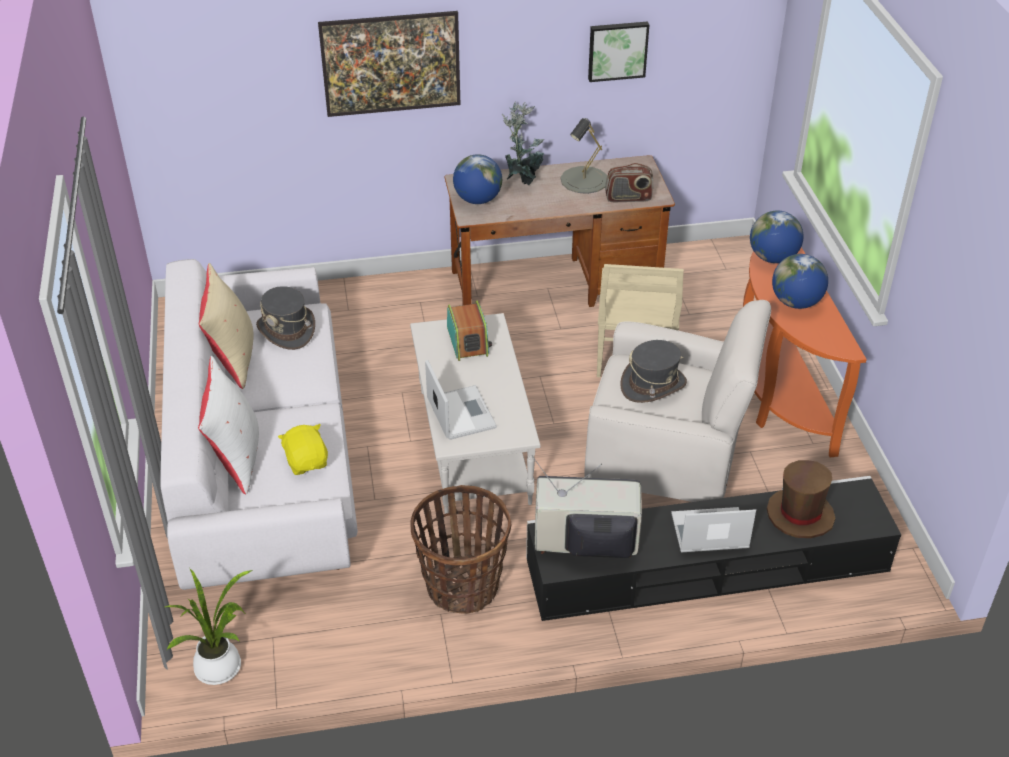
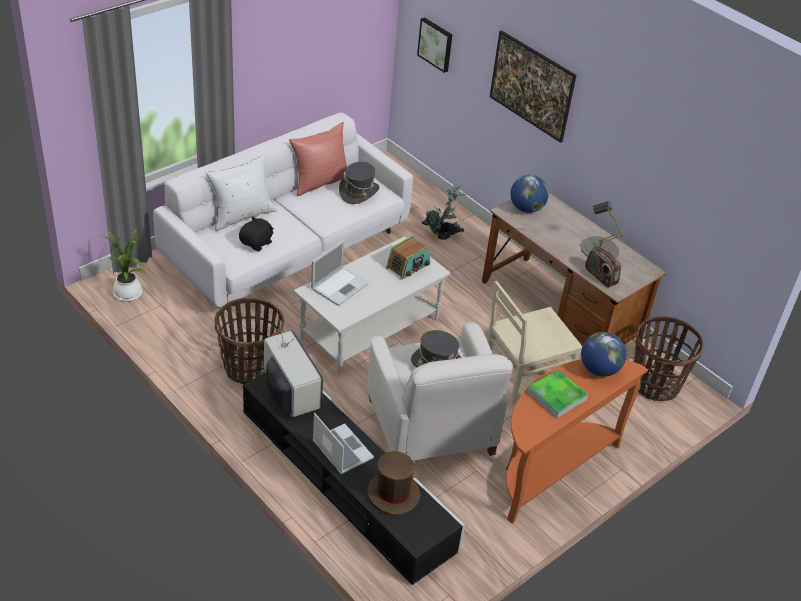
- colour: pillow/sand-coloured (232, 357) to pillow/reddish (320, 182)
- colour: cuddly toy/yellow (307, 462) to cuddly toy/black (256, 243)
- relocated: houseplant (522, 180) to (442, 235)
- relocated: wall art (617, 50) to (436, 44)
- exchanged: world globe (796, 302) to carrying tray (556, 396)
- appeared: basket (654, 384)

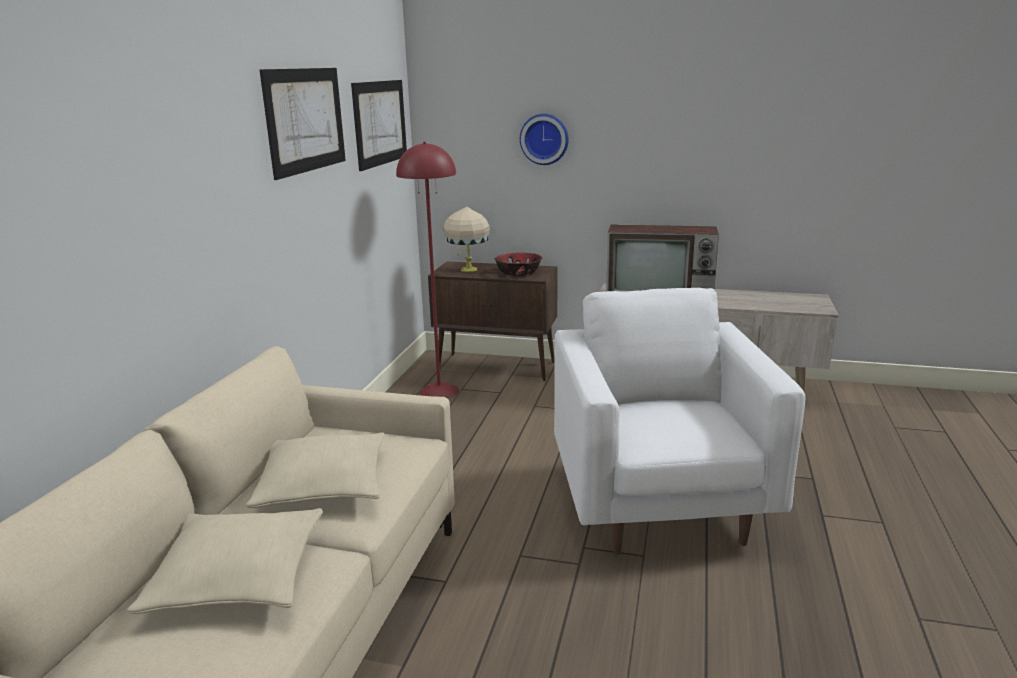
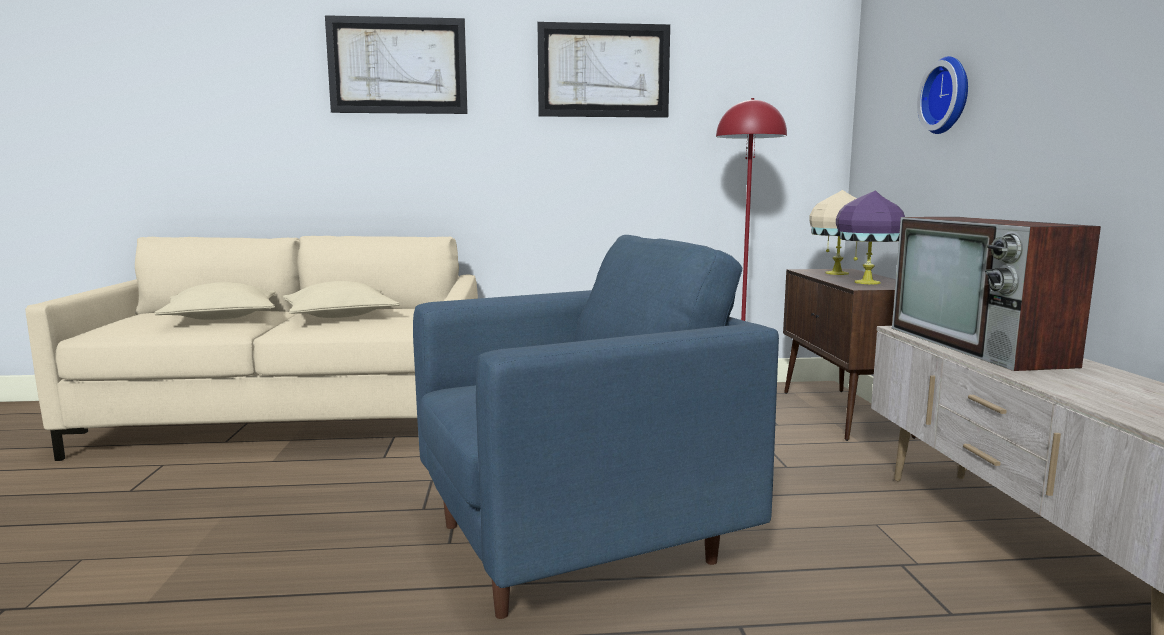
- relocated: wall art (380, 123) to (397, 66)
- exchanged: deep dish (518, 272) to lamp for a table/purple (865, 282)
- colour: easy chair/whitish (660, 504) to easy chair/blue (575, 544)

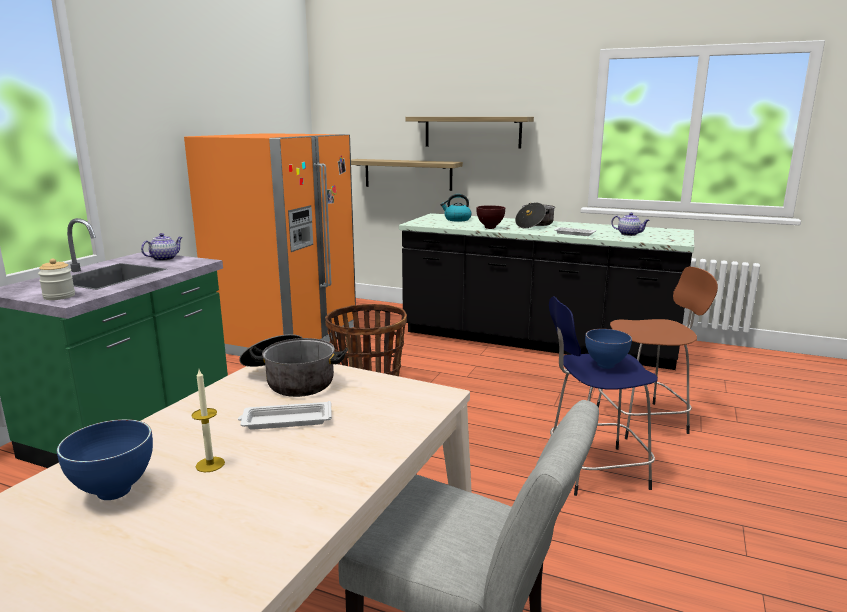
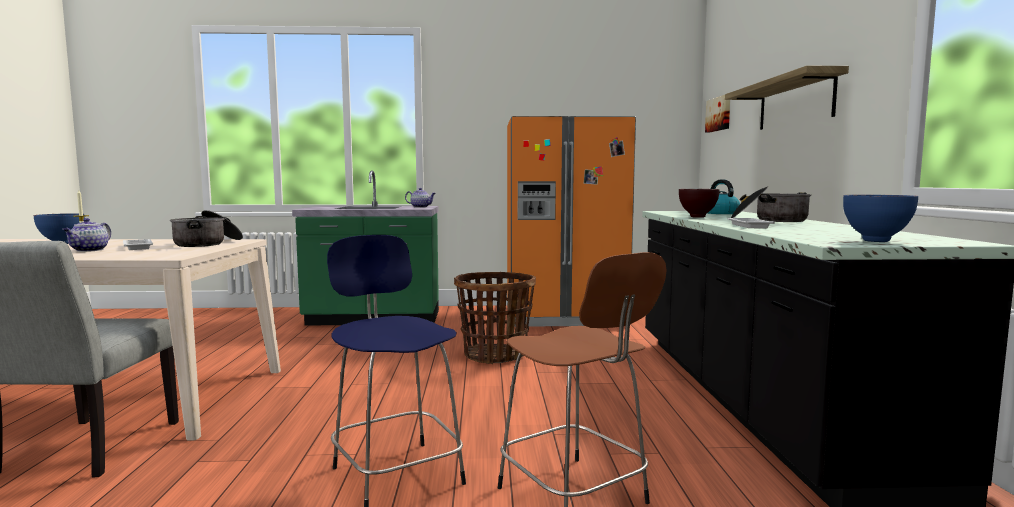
- missing: jar (59, 296)
- missing: bracket shelf (408, 174)
- relocated: deep dish/blue (605, 365) to (877, 241)
- relocated: pot for tea (629, 234) to (89, 250)
- appeared: wall art (719, 114)

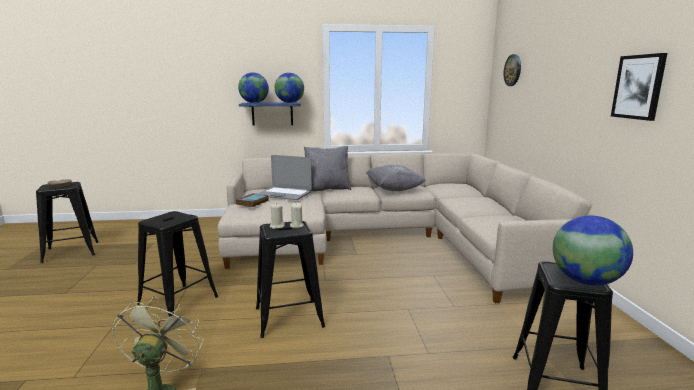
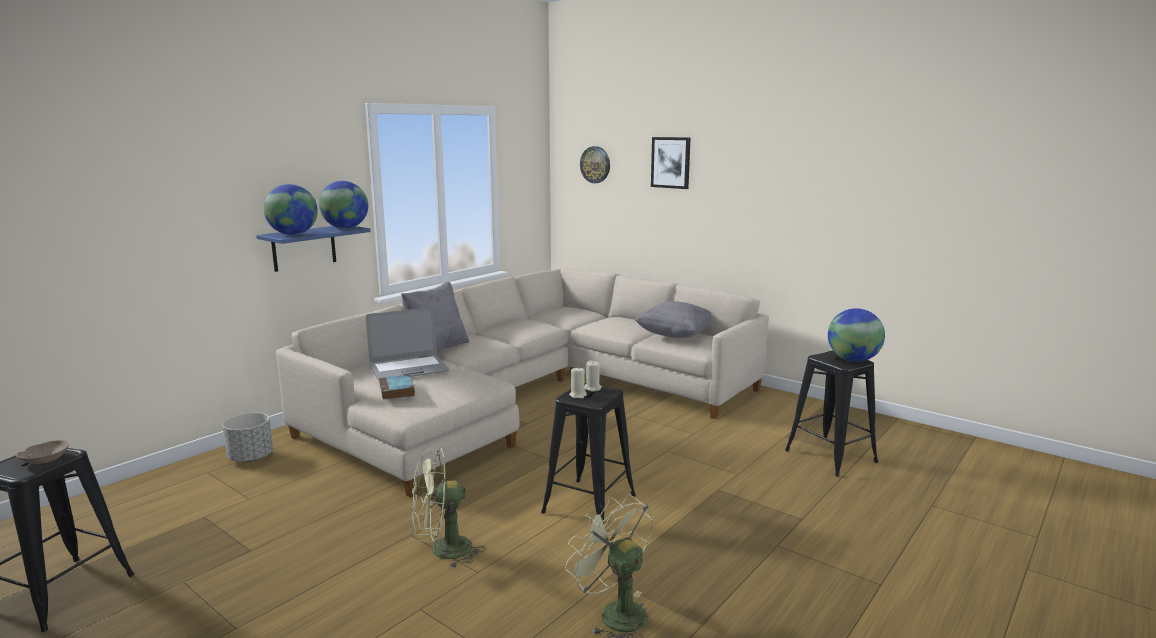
- exchanged: stool/black (179, 302) to cooling fan/green-coloured (442, 551)
- relocated: pillow/gray (394, 189) to (675, 336)
- relocated: wall art (638, 87) to (671, 162)
- appeared: plant pot/gray (251, 458)

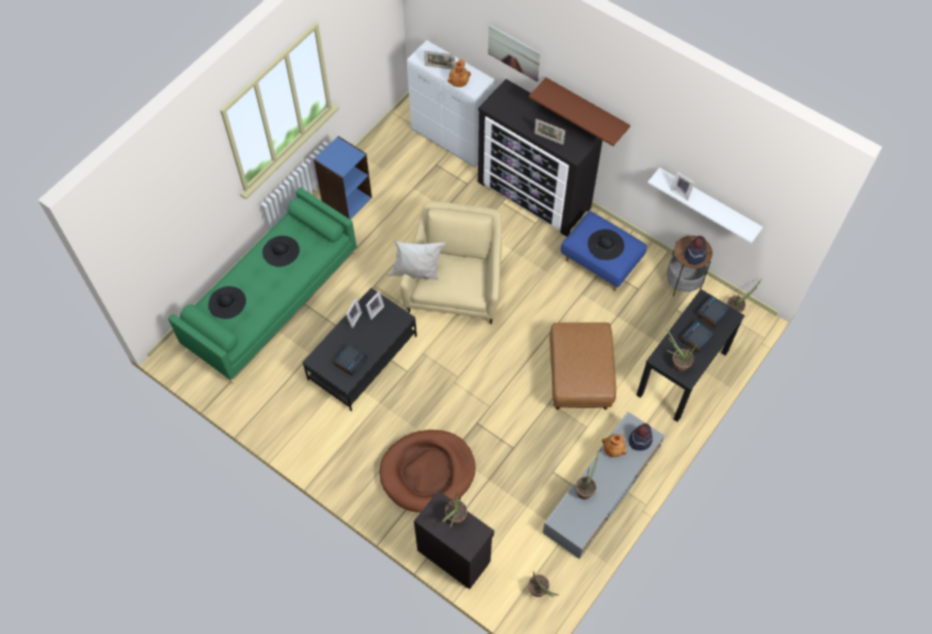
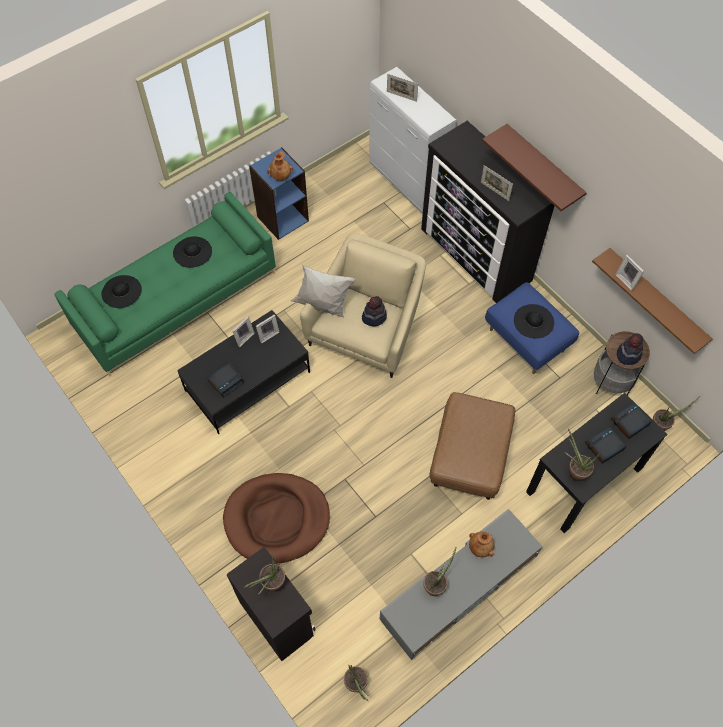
- relocated: decorative vase/brown (458, 82) to (280, 175)
- missing: wall art (514, 52)
- relocated: clothing hat (640, 440) to (374, 317)
- colour: bracket shelf/whitish (708, 203) to bracket shelf/brown (655, 299)

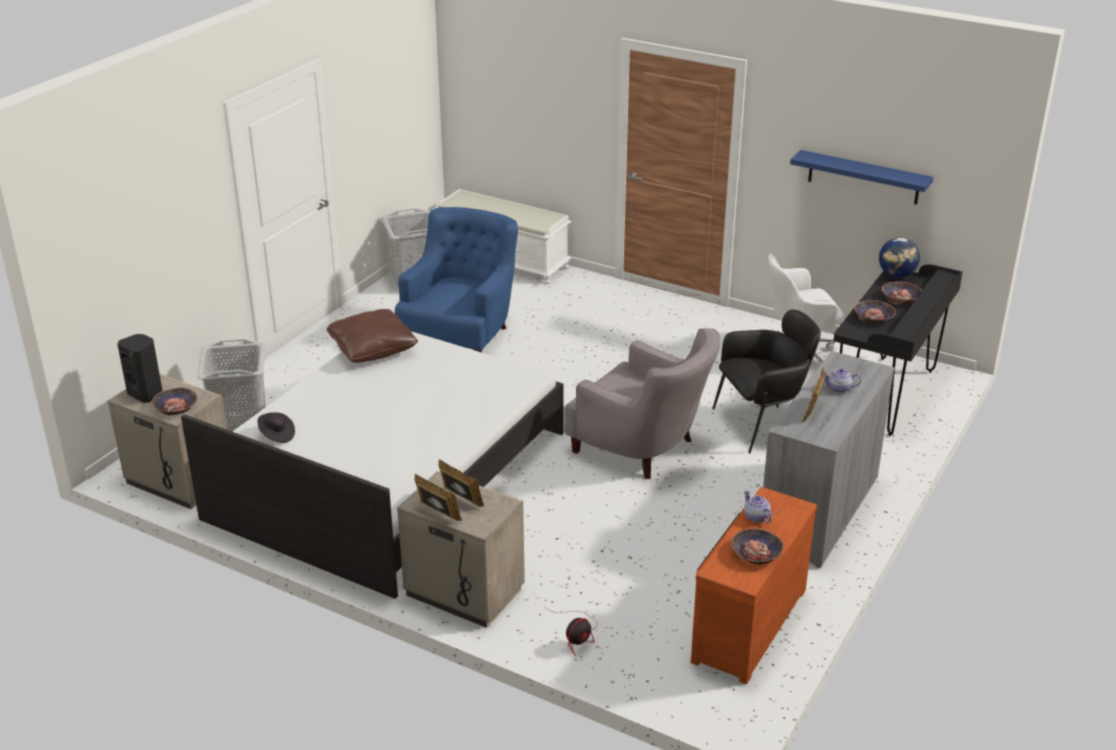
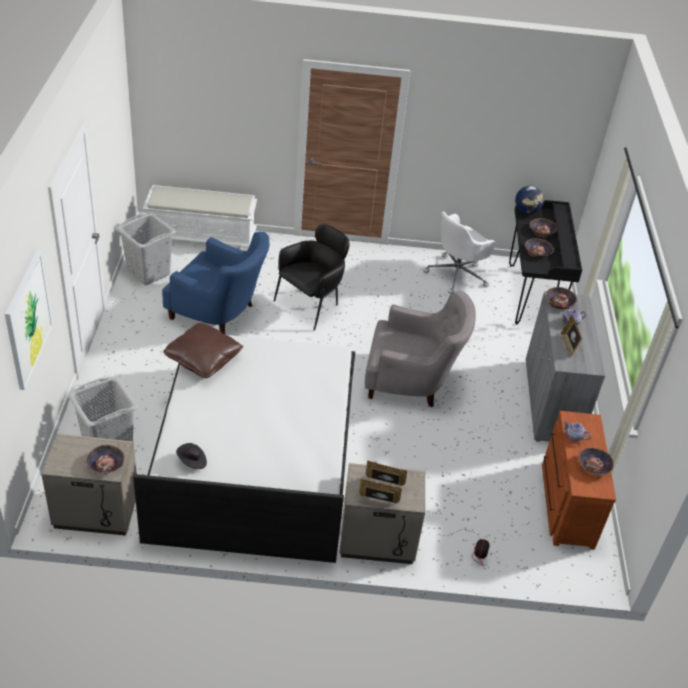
- missing: speaker/black (146, 394)
- spun: easy chair/blue (462, 334) = (218, 313) 120 degrees clockwise
- relocated: easy chair/black (763, 423) to (312, 305)
- missing: bracket shelf/blue (863, 177)
- appeared: wall art (28, 319)
- appeared: deep dish (559, 302)

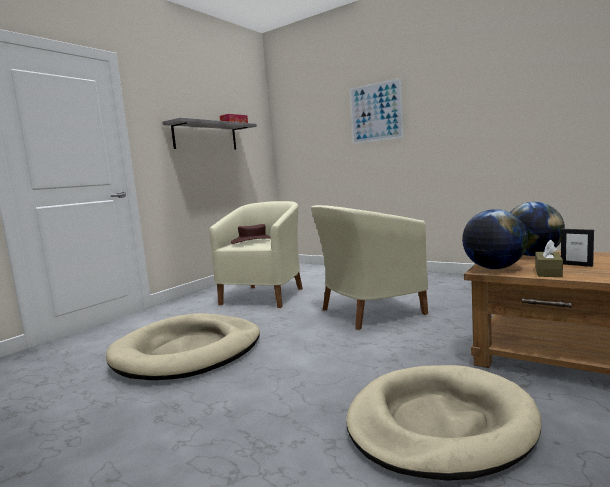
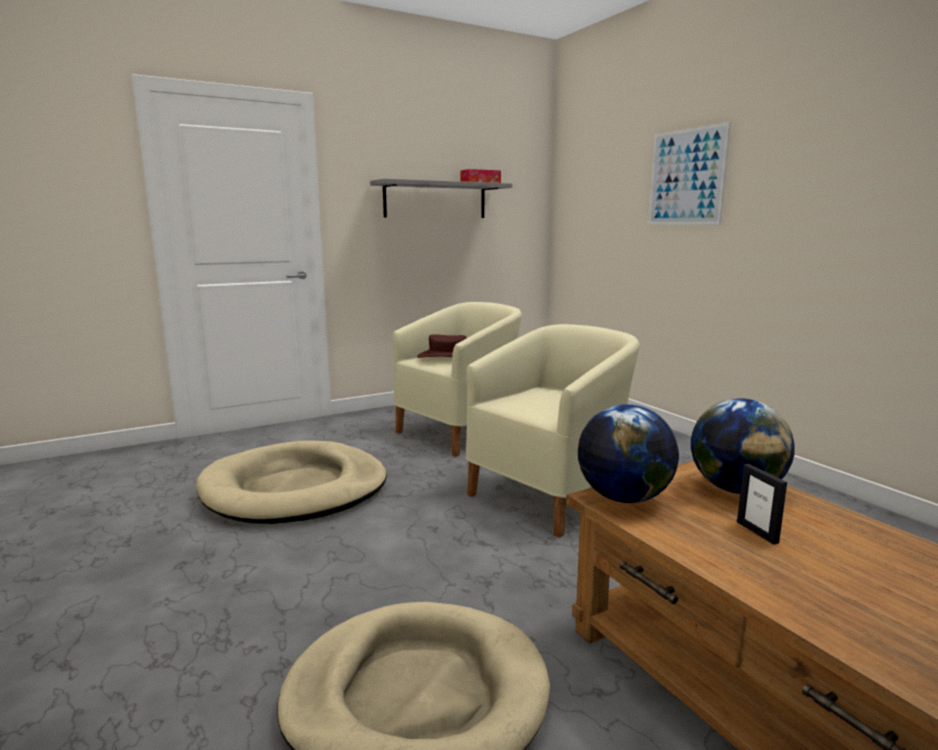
- spun: easy chair/sand-coloured (368, 311) = (551, 495) 135 degrees clockwise
- missing: box of tissues/brown (548, 272)

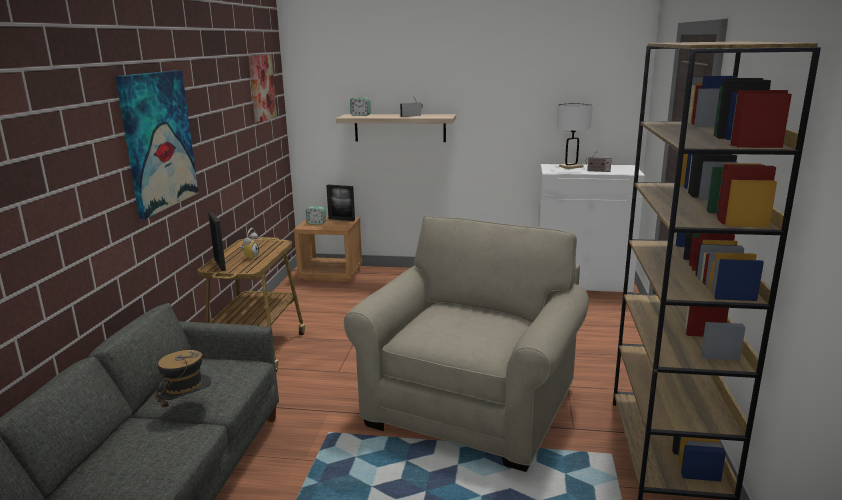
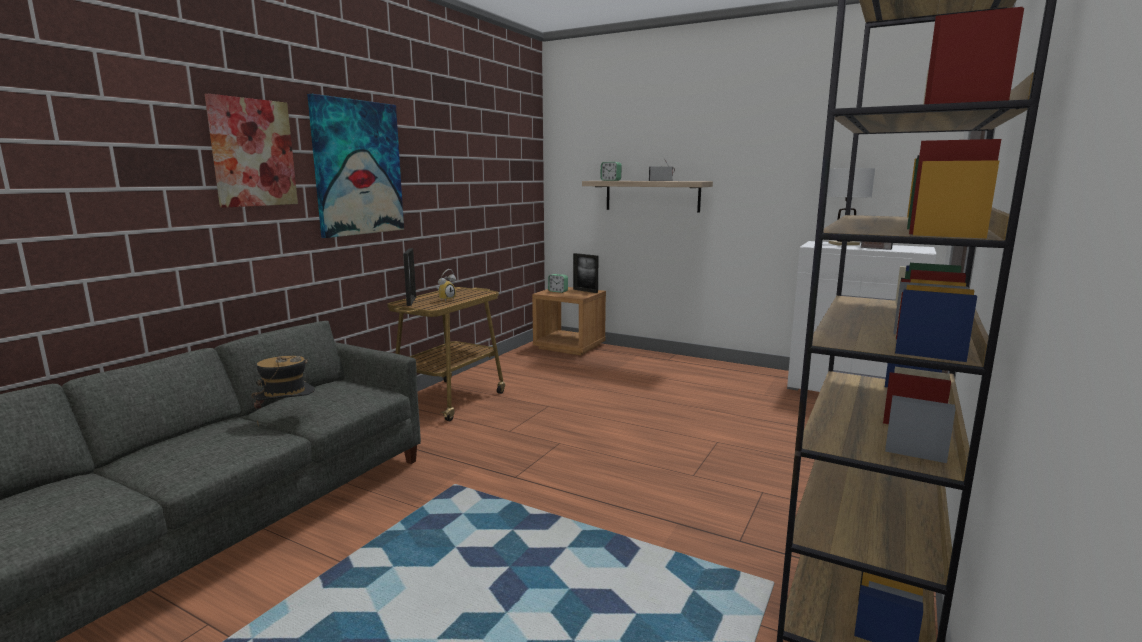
- relocated: wall art (261, 88) to (252, 153)
- missing: easy chair/sand-coloured (472, 407)

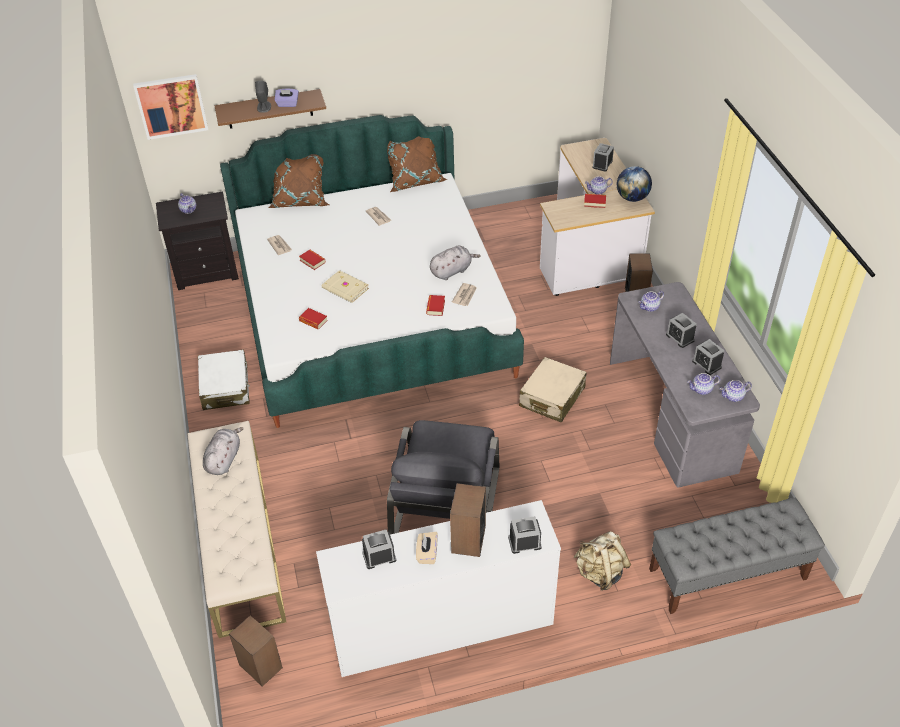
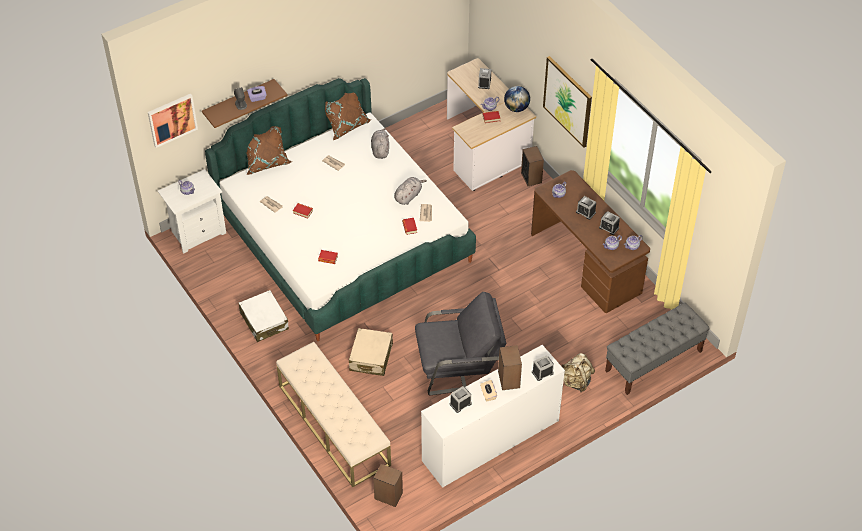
- colour: nightstand/black (207, 271) to nightstand/whitish (197, 232)
- relocated: cuddly toy/gray (224, 459) to (380, 149)
- missing: volume/sand-coloured (345, 289)
- spun: easy chair/gray (445, 505) = (460, 364) 90 degrees counterclockwise
- relocated: travel case/sand-coloured (552, 397) to (371, 357)
- colour: desk unit/gray (672, 414) to desk unit/brown (586, 262)
- appeared: wall art (568, 101)

